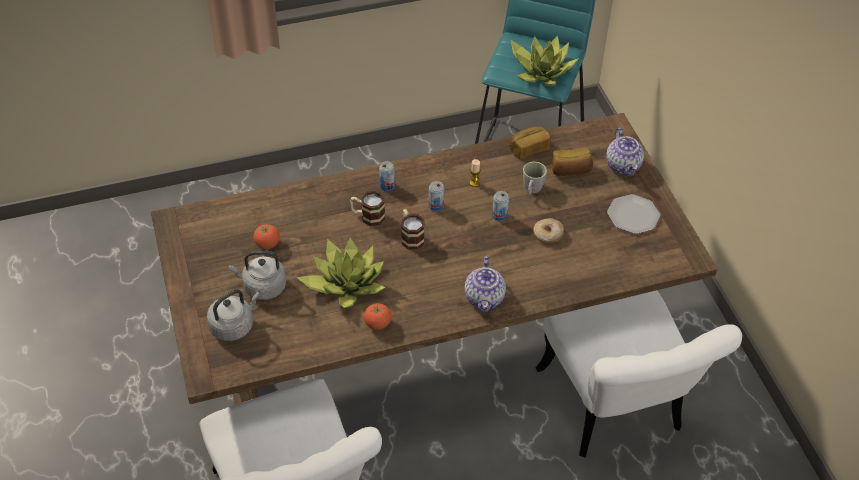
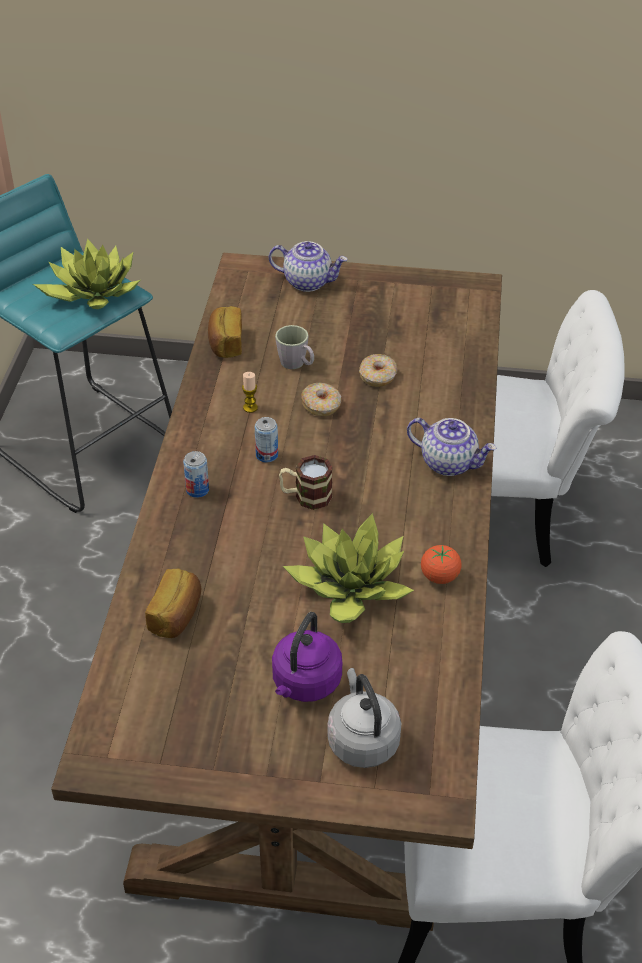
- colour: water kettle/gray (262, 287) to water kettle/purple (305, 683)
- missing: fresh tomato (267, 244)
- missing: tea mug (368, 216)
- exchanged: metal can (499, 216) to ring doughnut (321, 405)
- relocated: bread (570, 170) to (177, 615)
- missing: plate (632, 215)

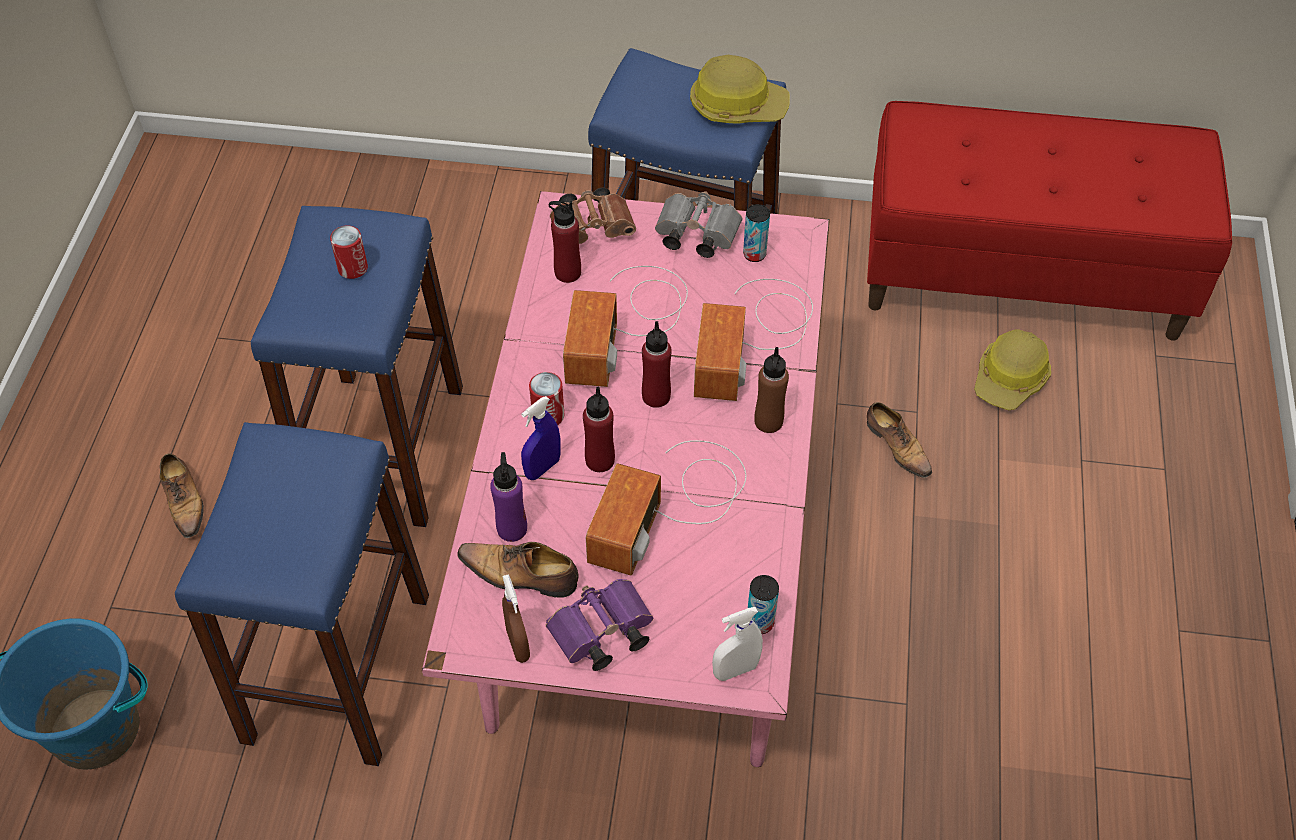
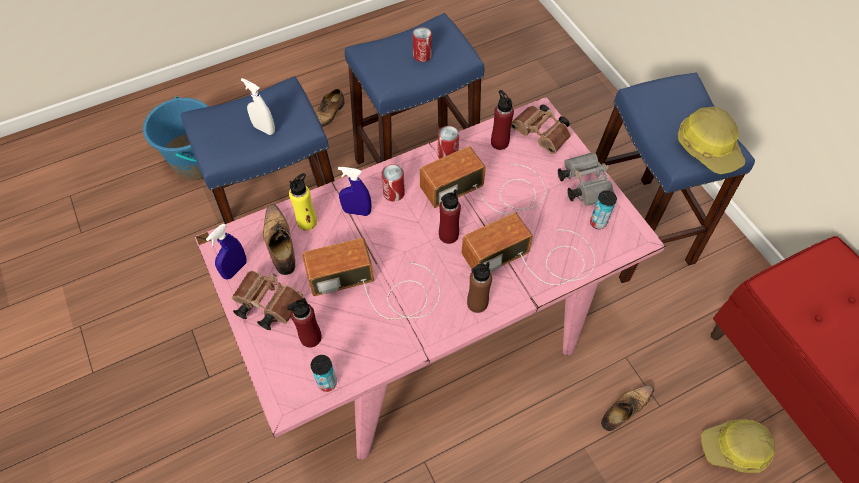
- colour: drink bottle/purple (512, 528) to drink bottle/yellow (307, 222)
- colour: sprayer/brown (518, 645) to sprayer/blue (235, 269)
- colour: binoculars/purple (600, 635) to binoculars/brown (266, 304)
- relocated: drink bottle/reddish (600, 460) to (310, 337)
- relocated: sprayer/whitish (735, 670) to (264, 129)
- spun: low shoe (897, 446) = (625, 409) 150 degrees counterclockwise
- appeared: metal can (447, 154)

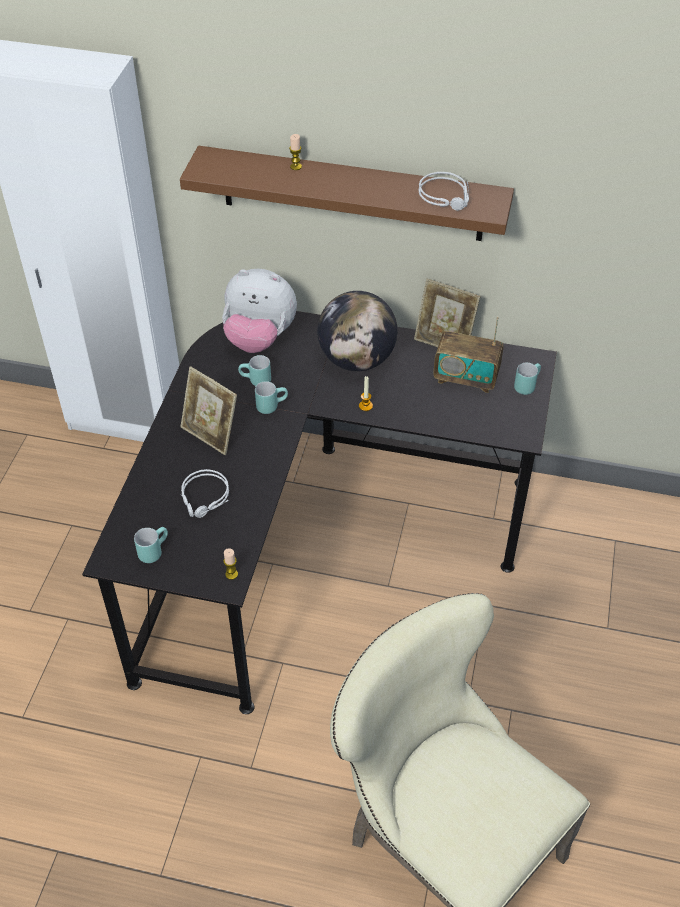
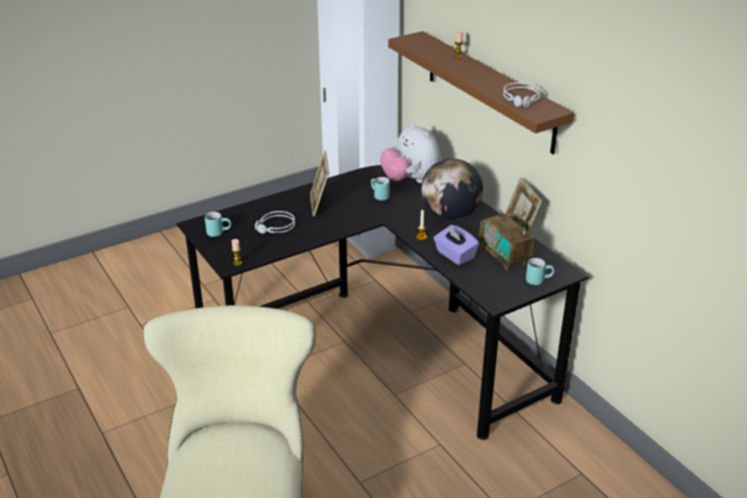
- missing: tea mug/turquoise-coloured (271, 405)
- appeared: box of tissues/purple (454, 255)

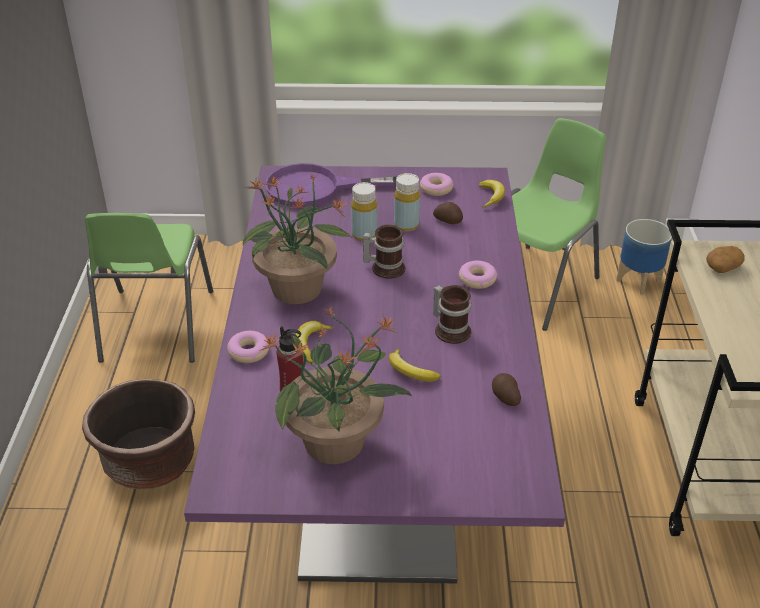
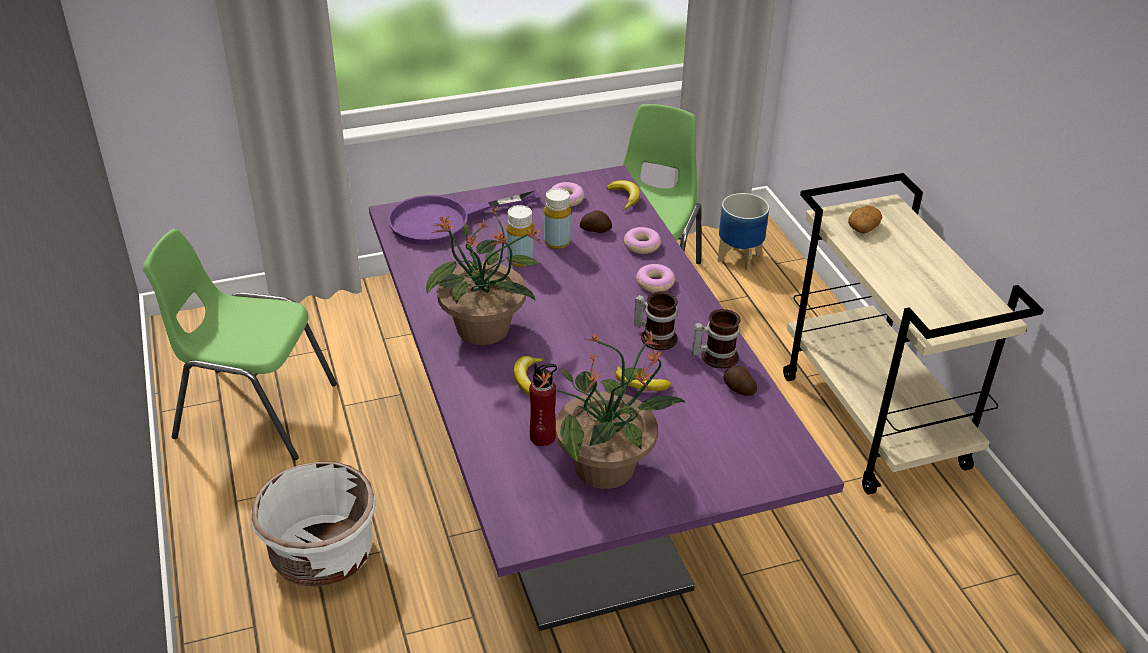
- colour: plant pot/brown (149, 462) to plant pot/whitish (322, 555)
- spun: plain chair/green-coloured (155, 327) = (253, 411) 120 degrees clockwise
- relocated: ring doughnut (249, 351) to (642, 245)
- relocated: tea mug (385, 267) to (715, 356)

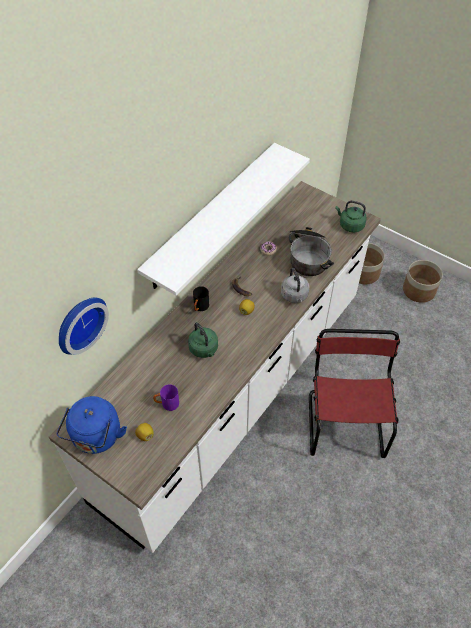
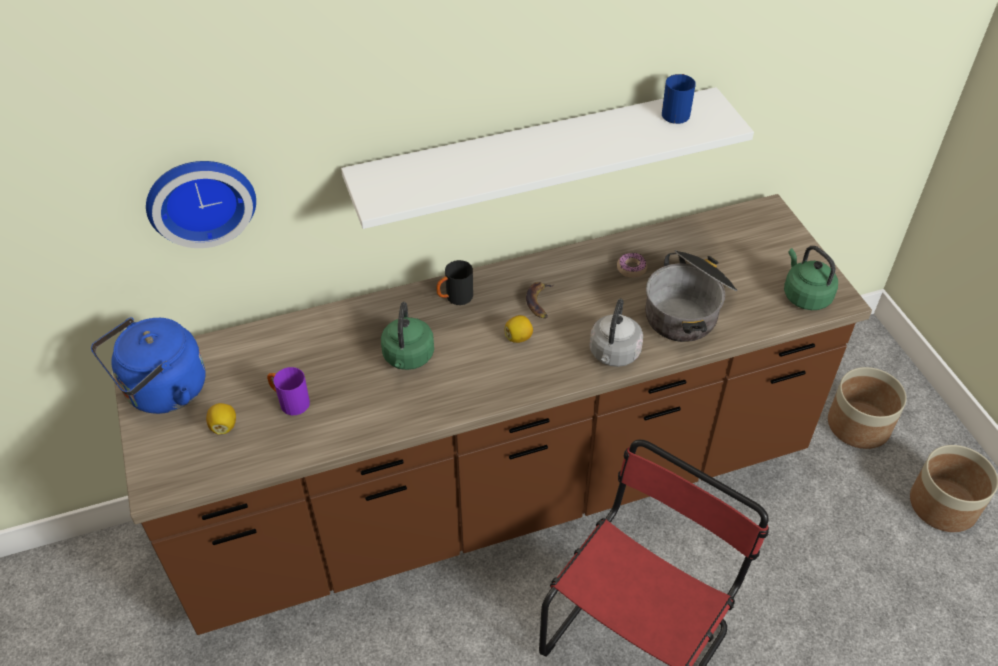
- colour: kitchen base unit/whitish (235, 394) to kitchen base unit/brown (499, 493)
- appeared: tea mug/blue (676, 112)

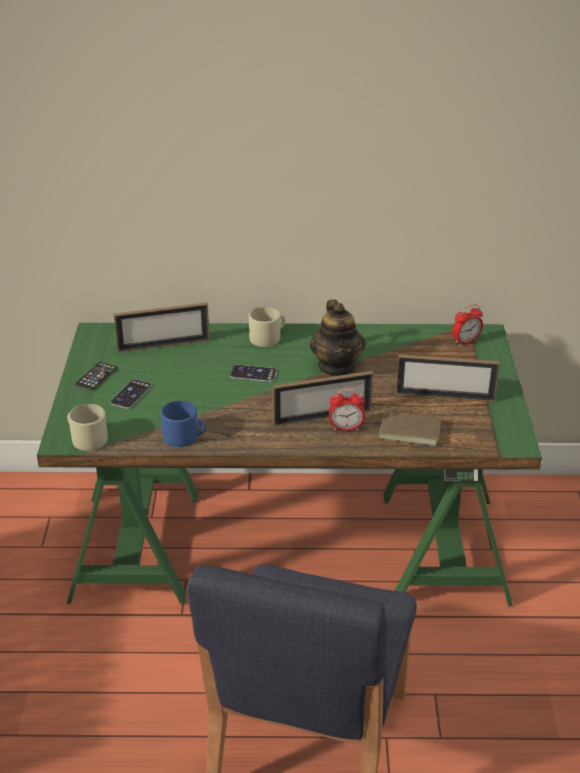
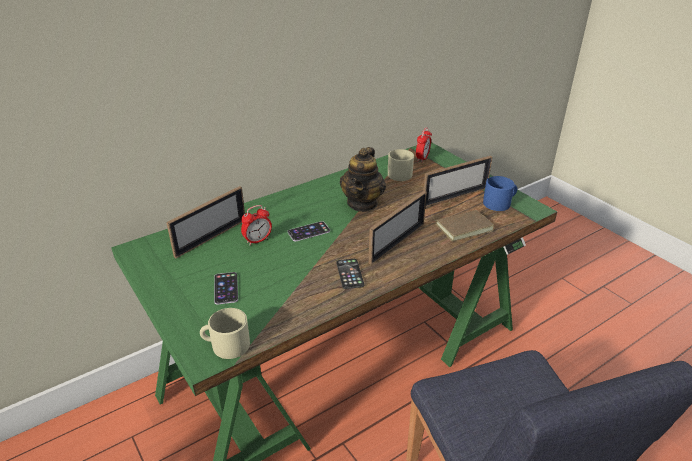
- relocated: telephone (96, 376) to (350, 274)
- relocated: tea mug/blue (185, 437) to (499, 203)
- relocated: tea mug/sand-coloured (268, 337) to (401, 173)
- spun: pot for tea (337, 366) = (362, 203) 60 degrees clockwise
- relocated: alarm clock (346, 428) to (257, 240)

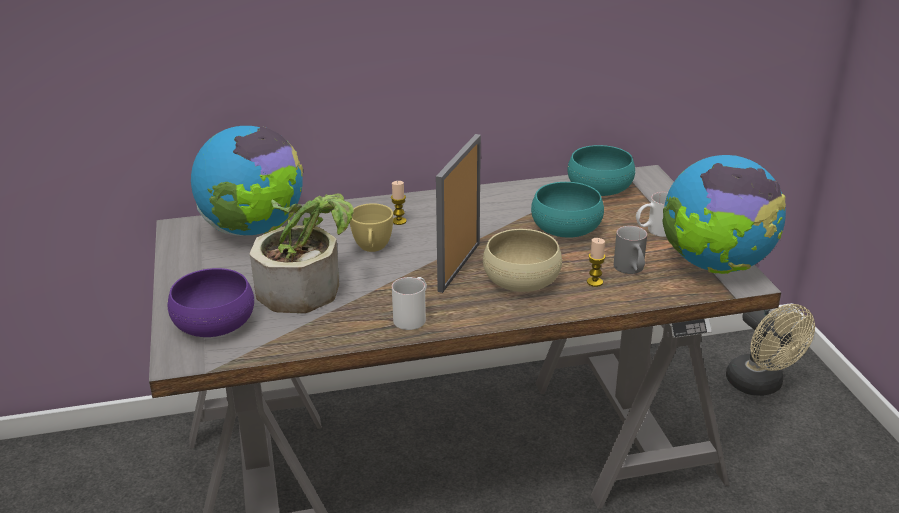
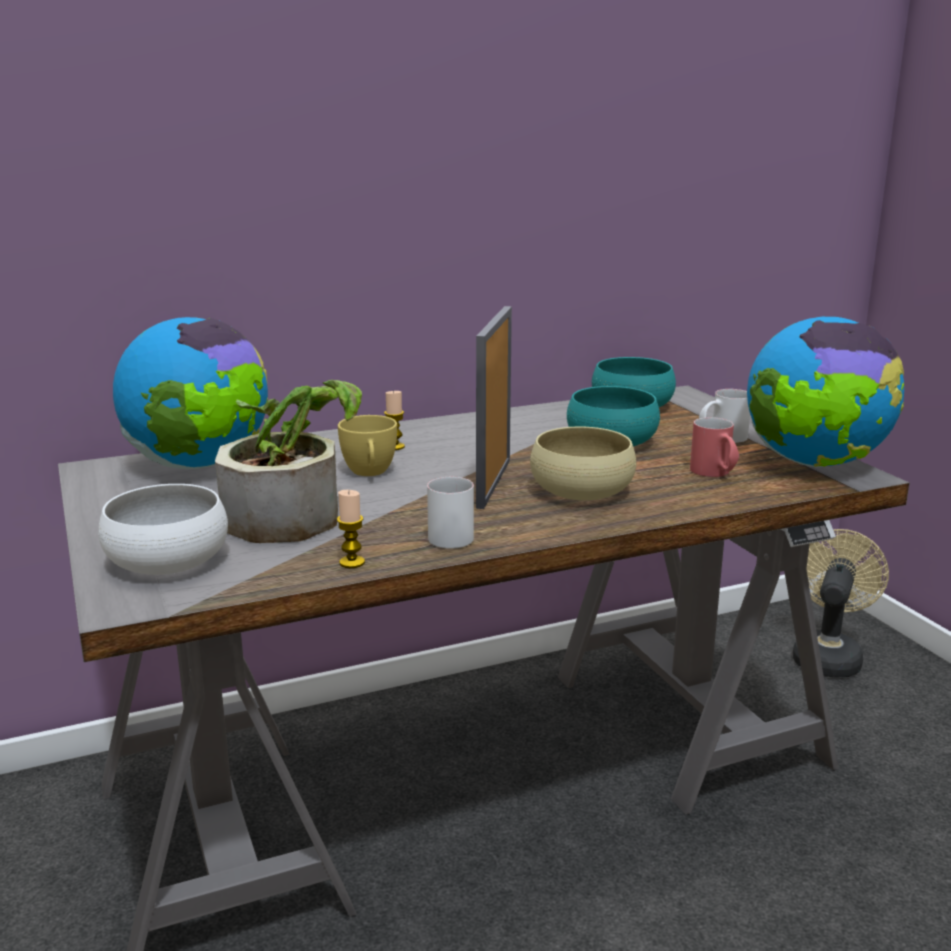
- colour: deep dish/purple (214, 323) to deep dish/whitish (168, 560)
- relocated: wax light (594, 282) to (352, 562)
- colour: tea mug/gray (631, 270) to tea mug/reddish (715, 474)
- spun: cooling fan/sand-coloured (760, 385) = (827, 655) 120 degrees counterclockwise

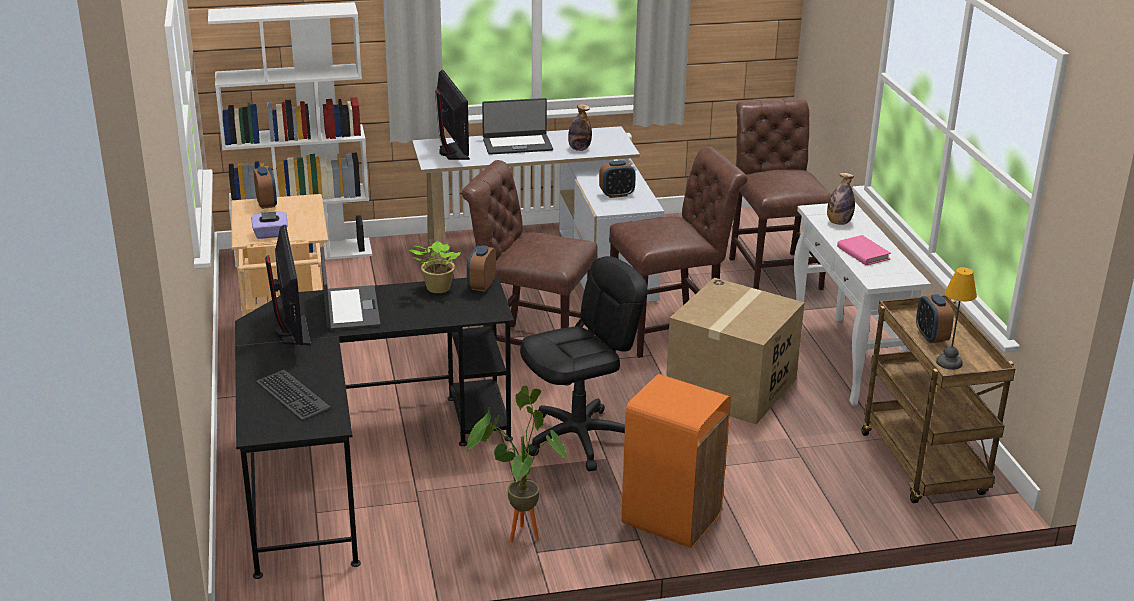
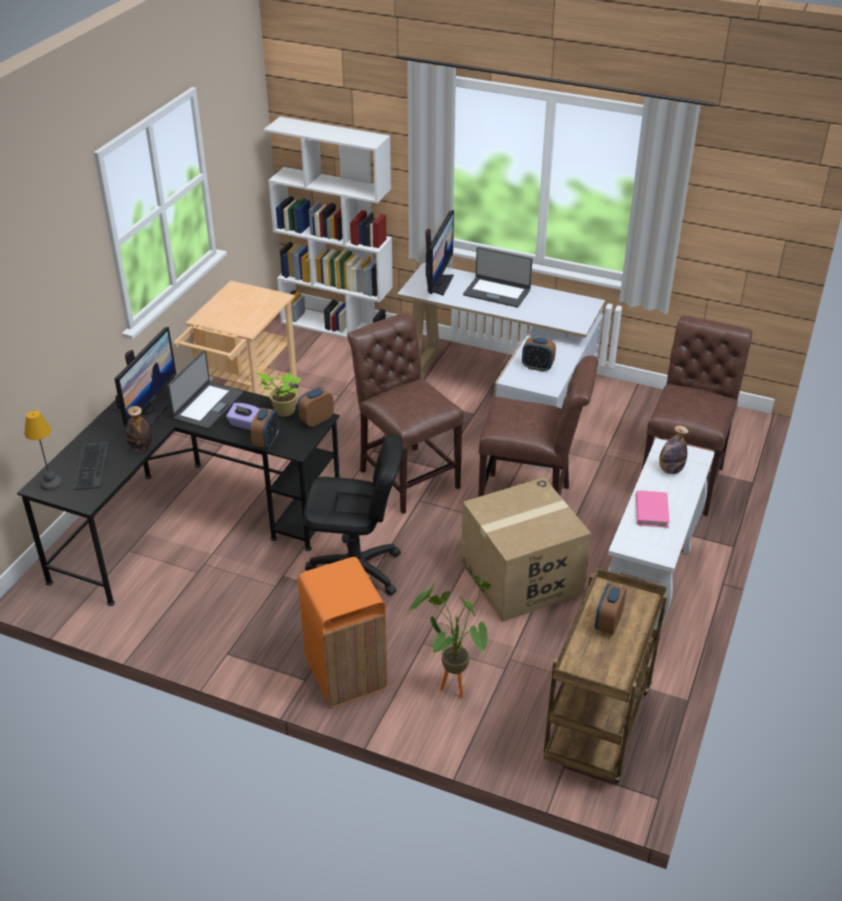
- relocated: box of tissues/purple (270, 234) to (245, 424)
- relocated: alarm clock (266, 204) to (266, 442)
- relocated: houseplant (517, 532) to (452, 683)
- relocated: drink bottle (579, 149) to (141, 447)
- relocated: lamp for a table (950, 362) to (51, 484)

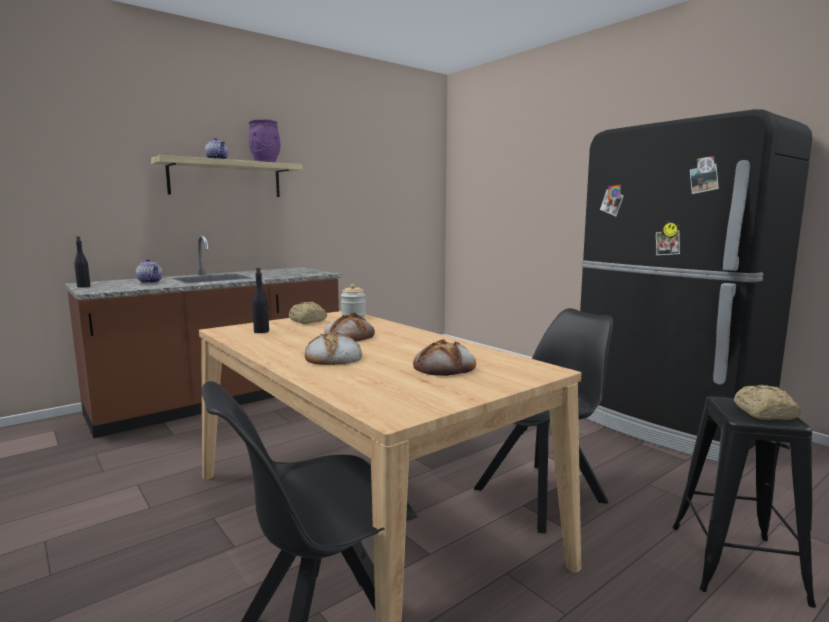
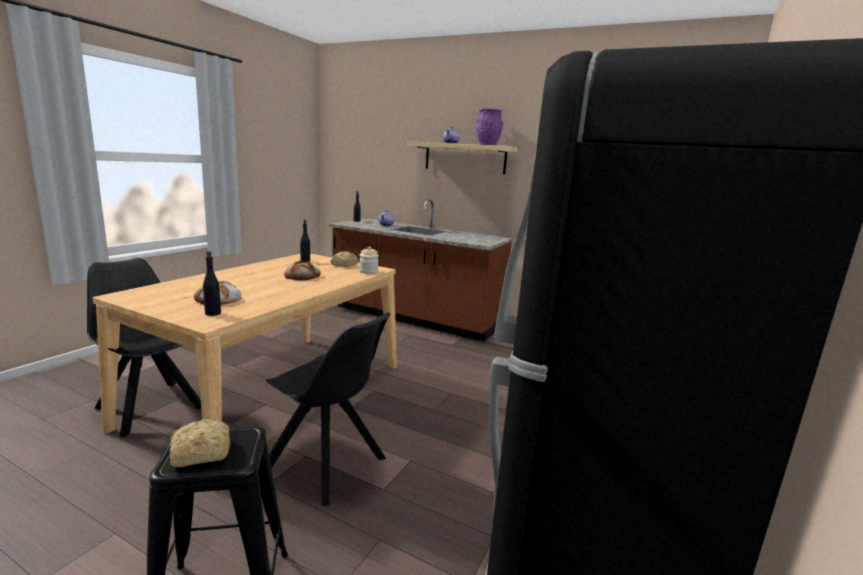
- missing: bread (333, 358)
- appeared: drink bottle/black (213, 313)

